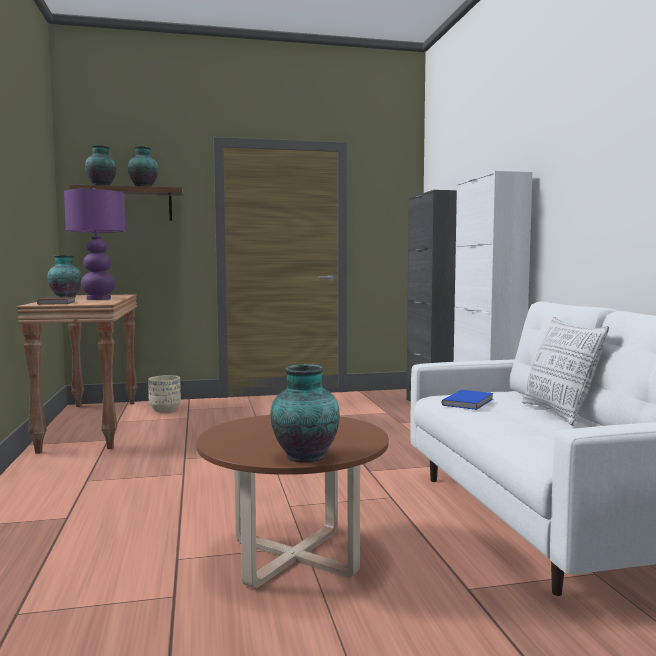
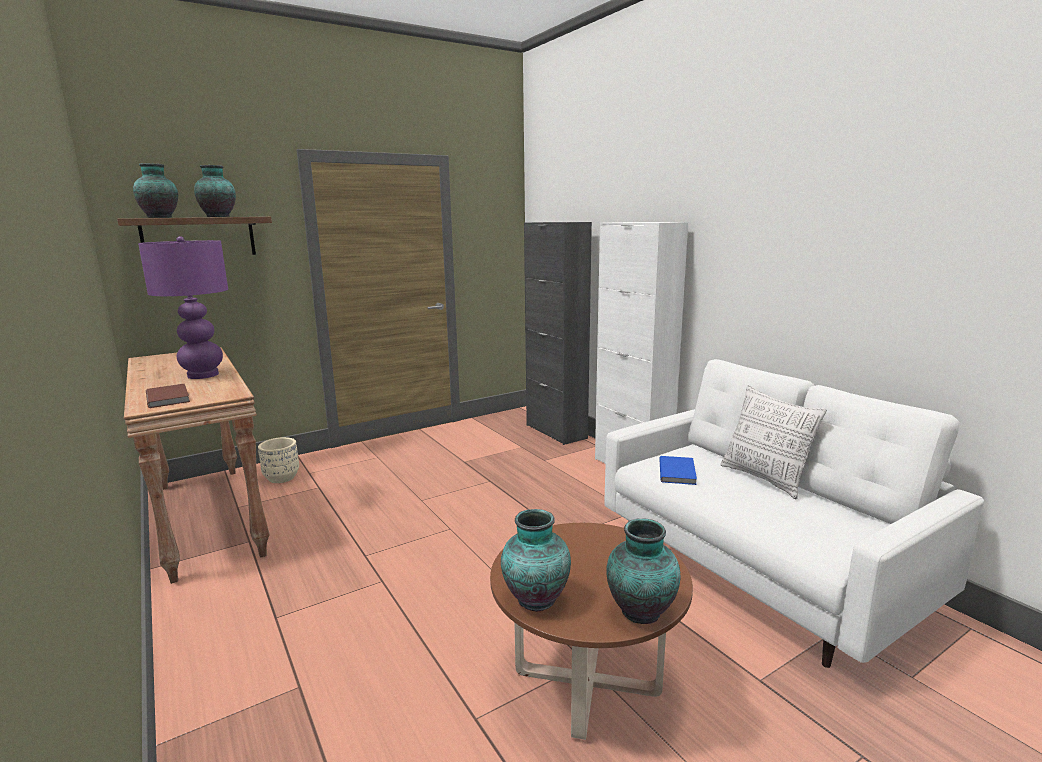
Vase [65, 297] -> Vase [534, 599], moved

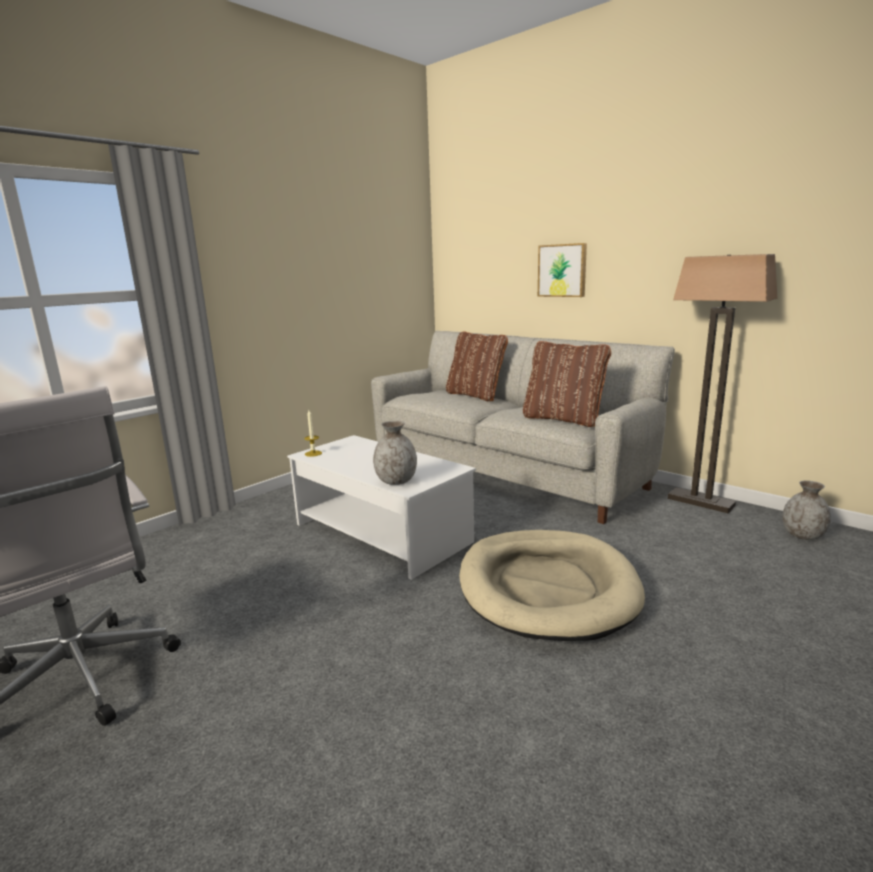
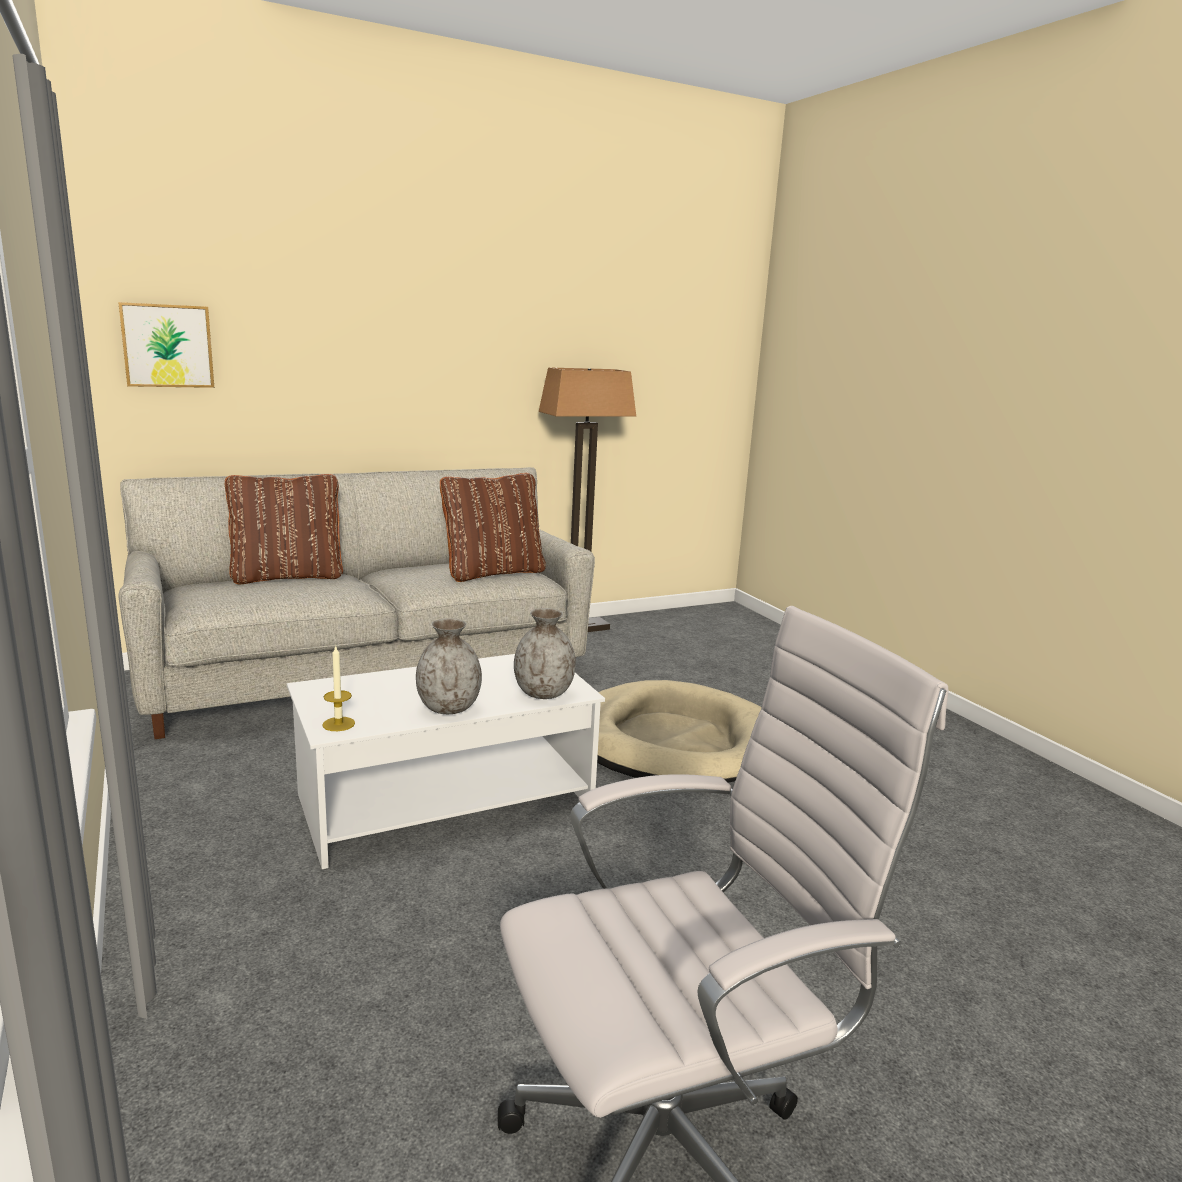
Bild [562, 270] -> Bild [167, 345], moved
Vase (grau) [802, 535] -> Vase (grau) [448, 708], moved

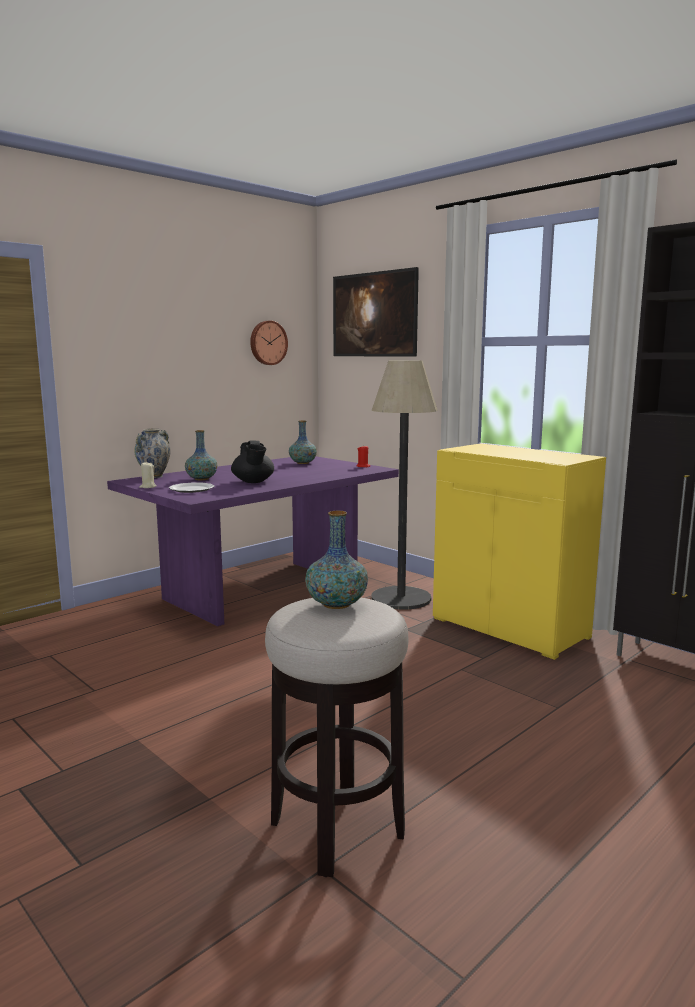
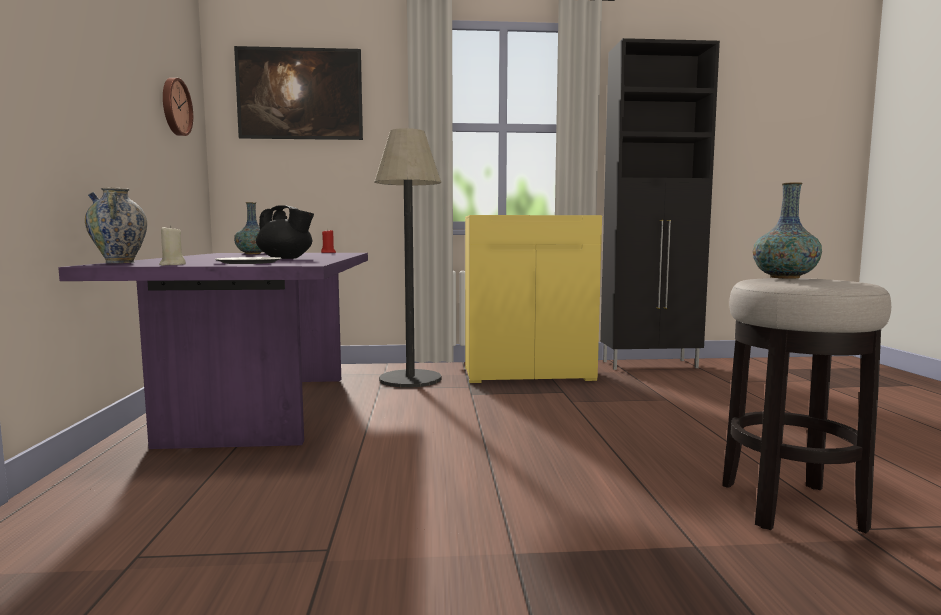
Vase [201, 479] -> none

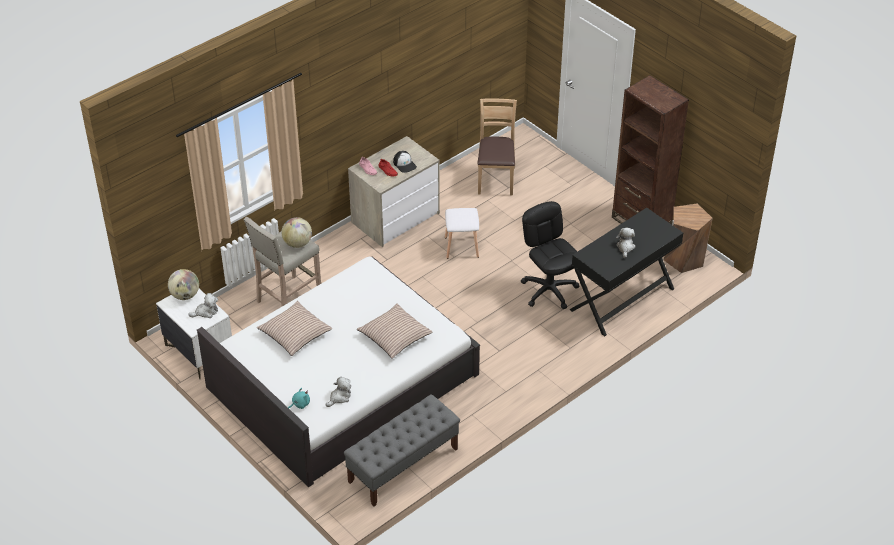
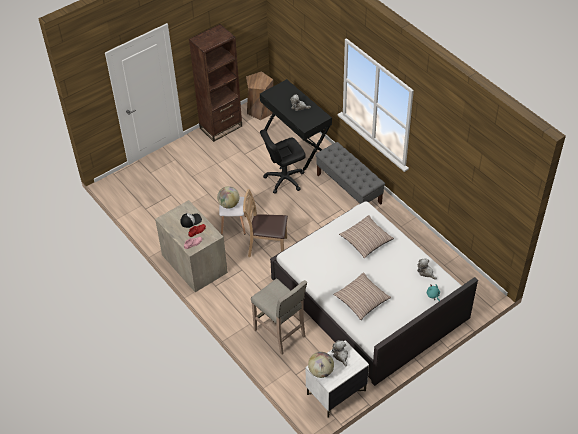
Stuhl (braun) [495, 179] -> Stuhl (braun) [267, 246], moved
Globus [297, 243] -> Globus [229, 204], moved
Bank (grau) [403, 465] -> Bank (grau) [349, 189], moved

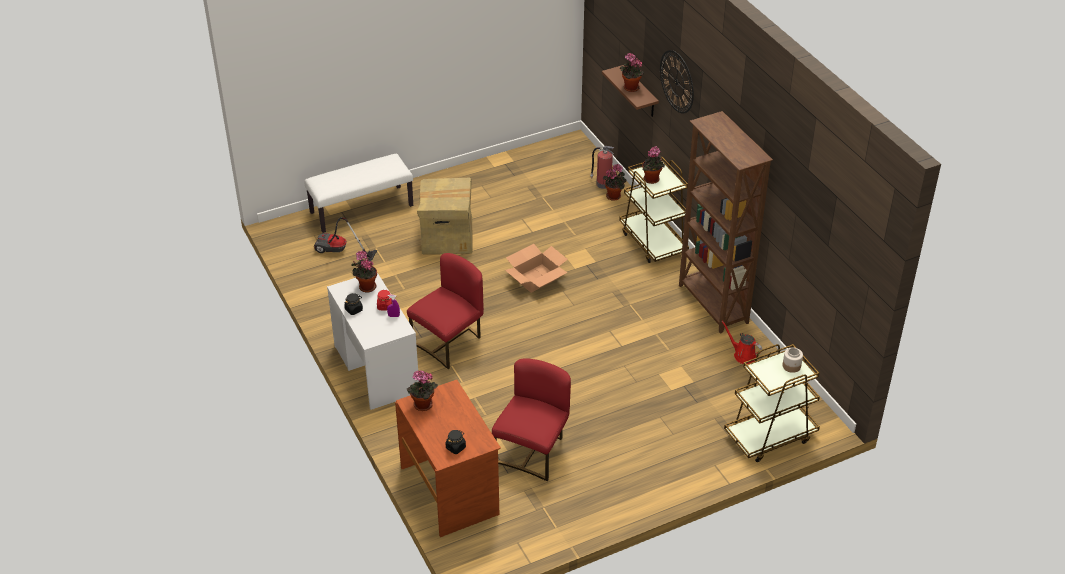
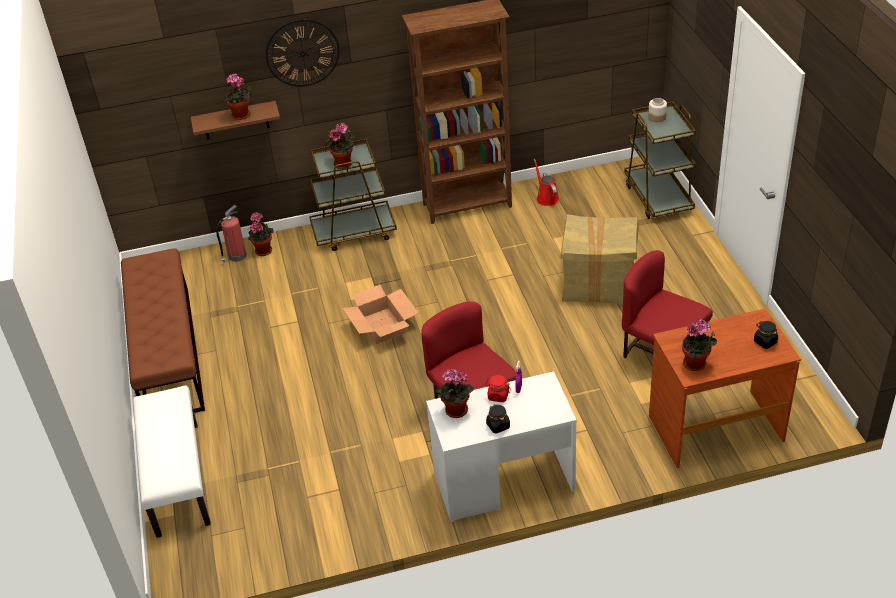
Karton [446, 236] -> Karton [598, 284], moved
Staubsauger [339, 252] -> none
Gießkanne (rot) [742, 355] -> Gießkanne (rot) [546, 197], 105 degrees clockwise
none -> Bank (braun) [168, 353]

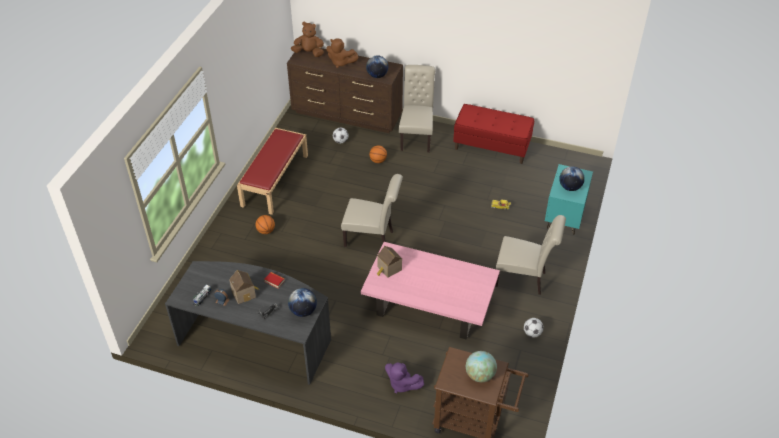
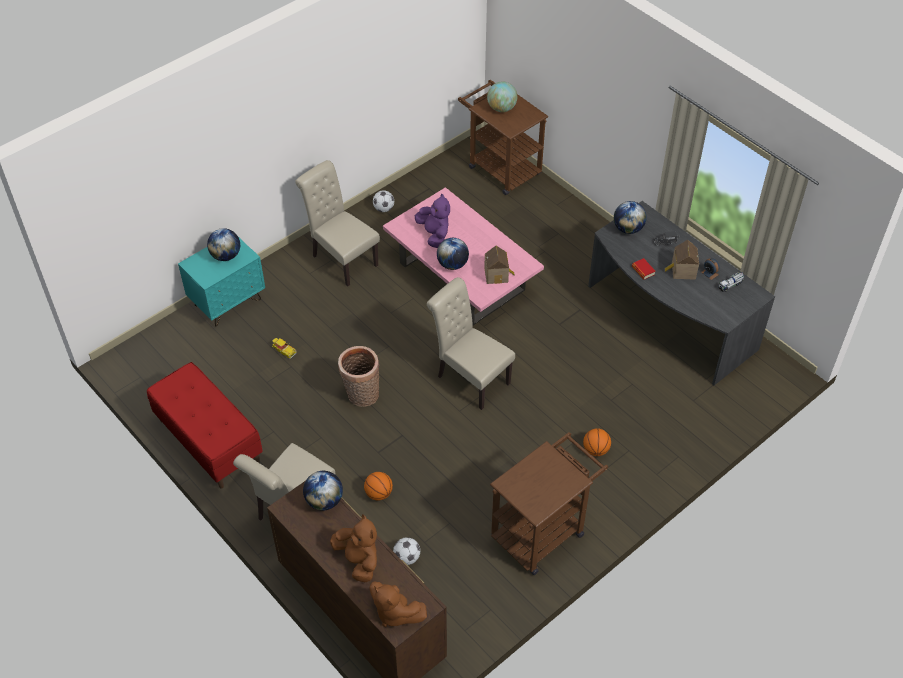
Bank (rot) [275, 180] -> Rollwagen (braun) [543, 530]
Plüschtier (lila) [401, 384] -> Plüschtier (lila) [434, 234], moved
none -> Globus [452, 264]
none -> Korb [361, 395]

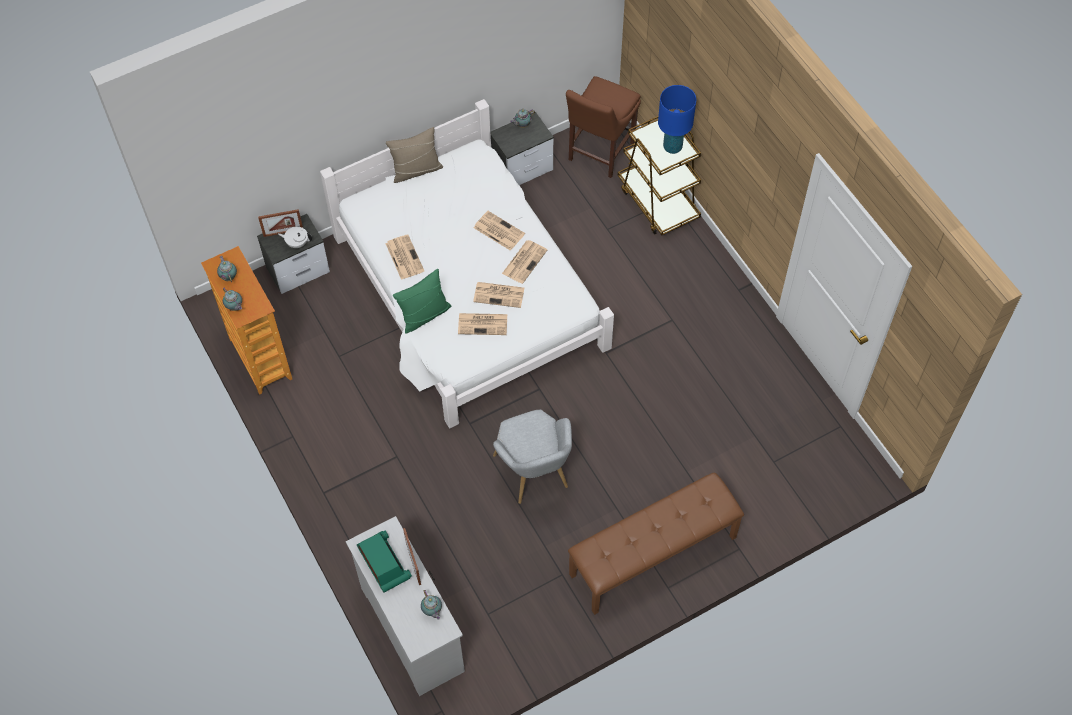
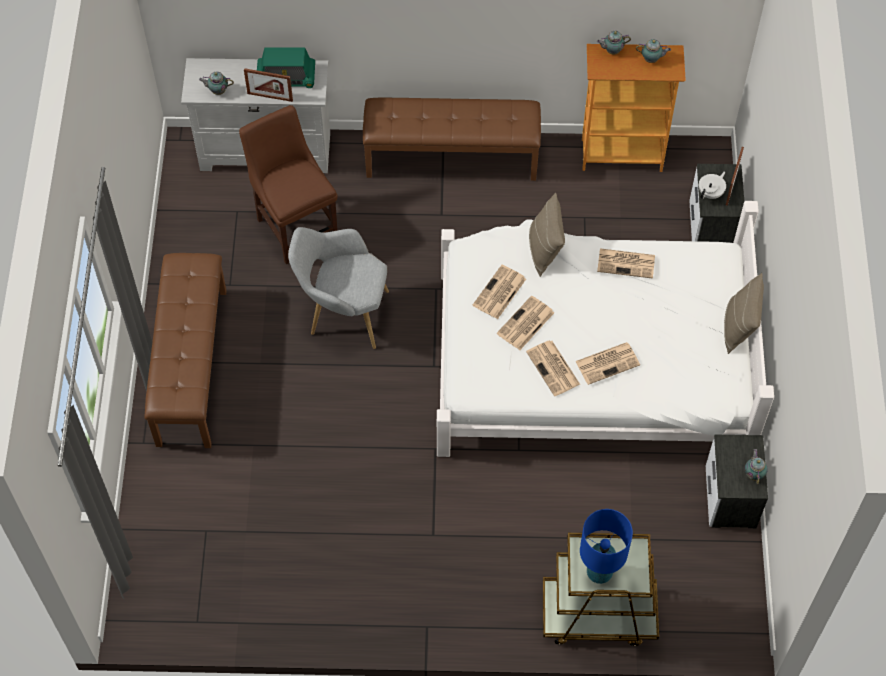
Stuhl (braun) [599, 153] -> Stuhl (braun) [295, 226], moved
Kissen (grün) [424, 315] -> Kissen (beige) [544, 250]
none -> Bank (braun) [452, 157]

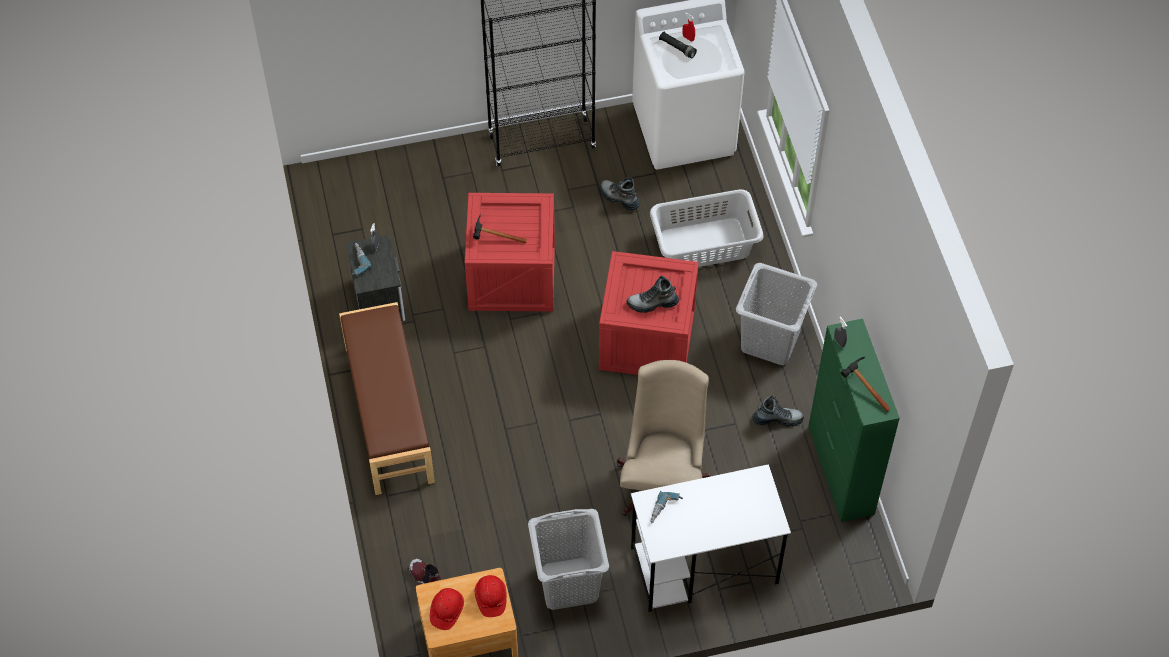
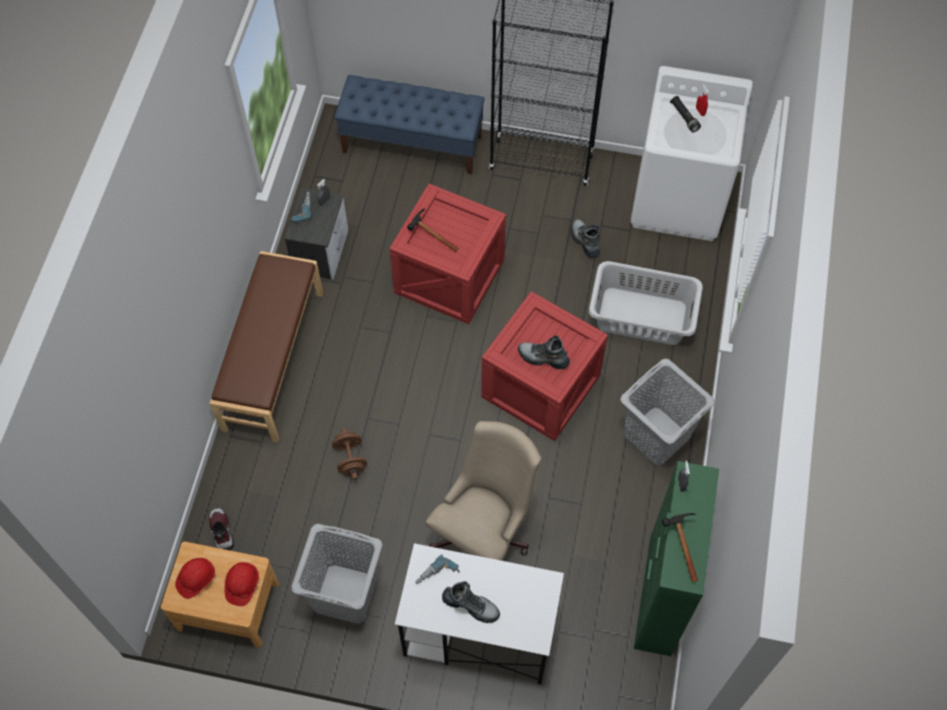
Stiefel [777, 419] -> Stiefel [471, 606], moved
none -> Bank (blau) [412, 144]
none -> Hantel (braun) [350, 459]

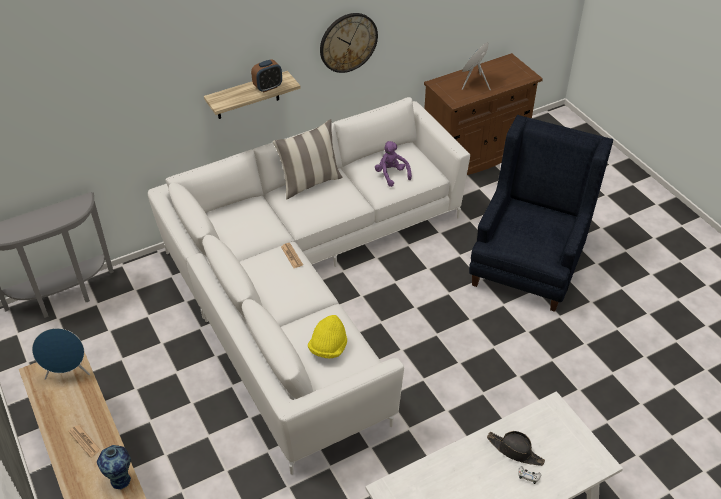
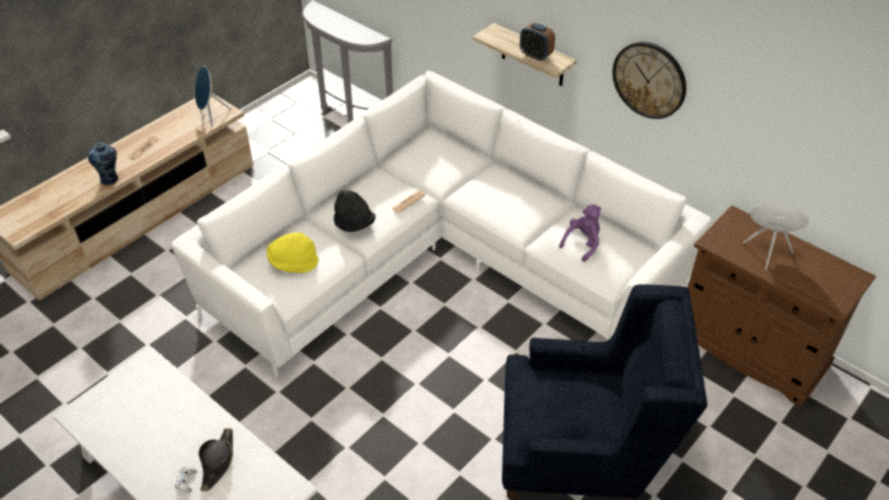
Kissen [310, 183] -> none
none -> Hut (schwarz) [354, 224]

